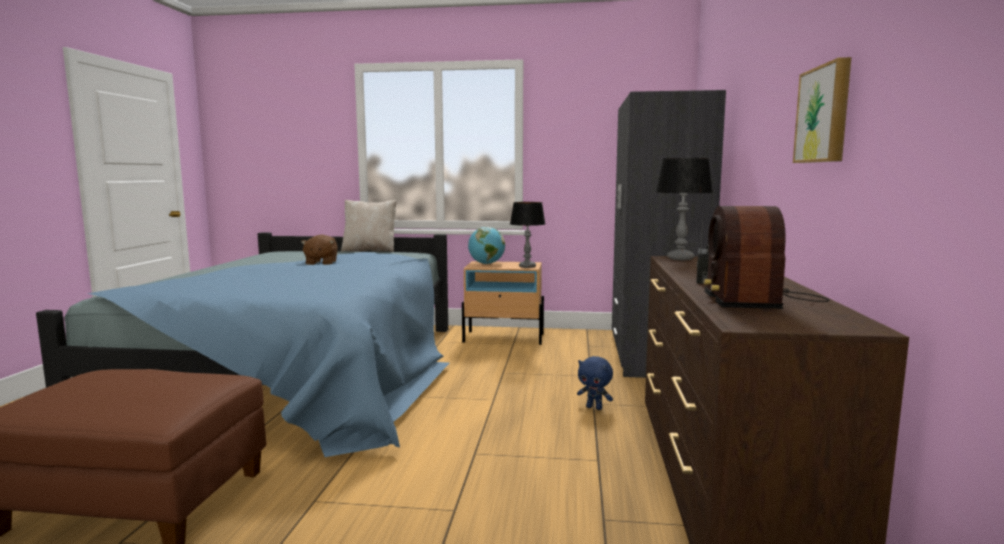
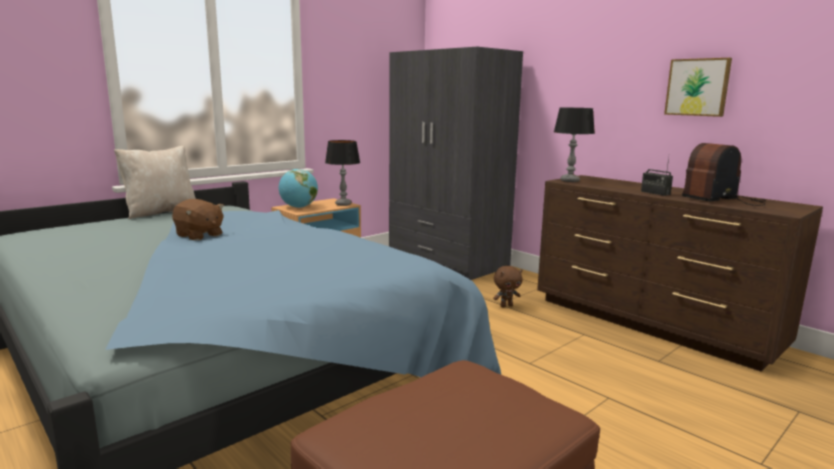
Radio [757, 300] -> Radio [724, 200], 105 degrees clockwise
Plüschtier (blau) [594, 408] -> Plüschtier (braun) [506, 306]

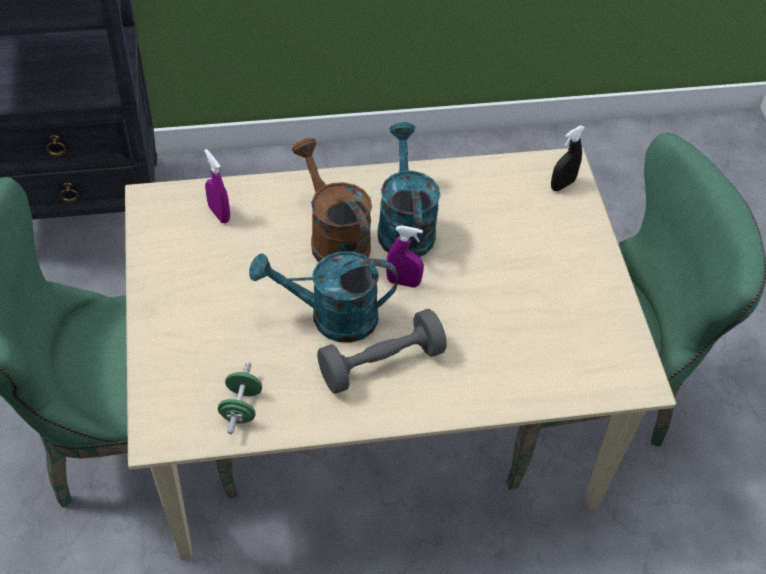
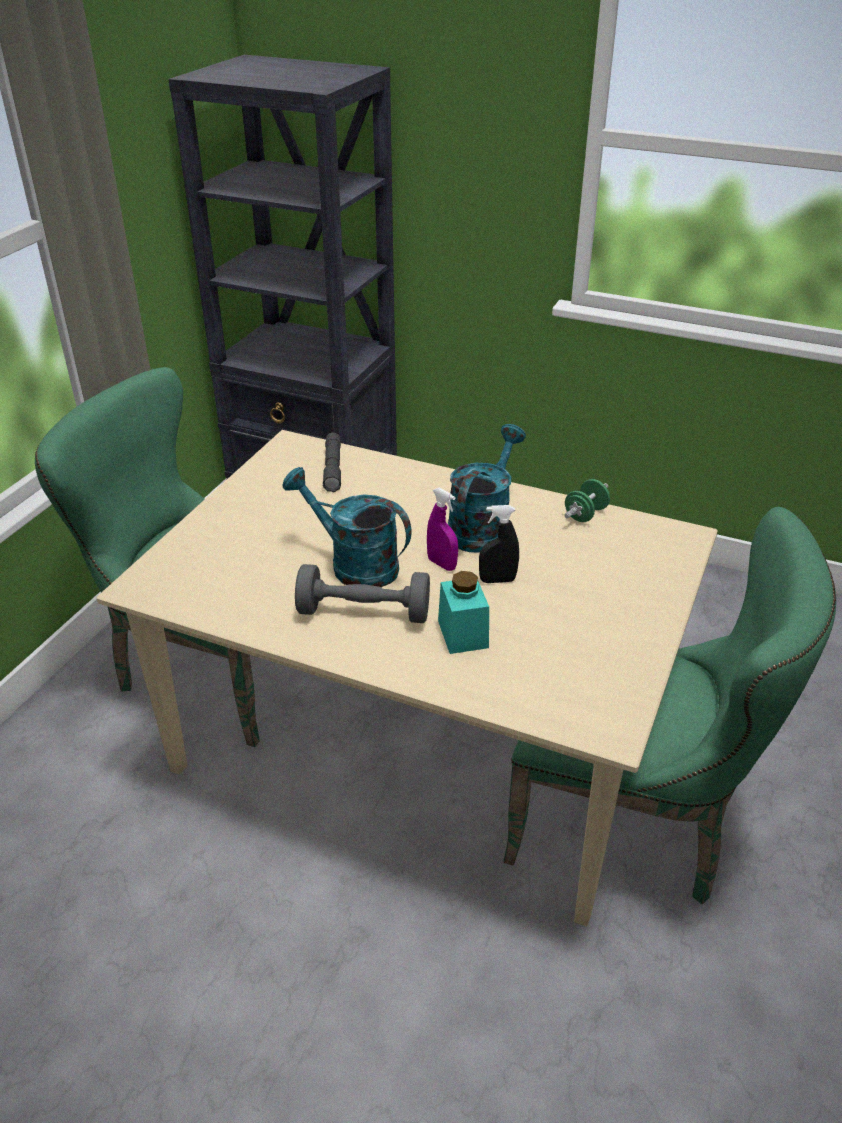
Sprühflasche (schwarz) [562, 184] -> Sprühflasche (schwarz) [497, 580], moved
Gießkanne (braun) [334, 238] -> none
Sprühflasche (lila) [219, 214] -> Taschenlampe (grau) [333, 468]
Hantel (grün) [241, 407] -> Hantel (grün) [585, 514], moved
none -> Vorratsglas (türkis) [463, 634]

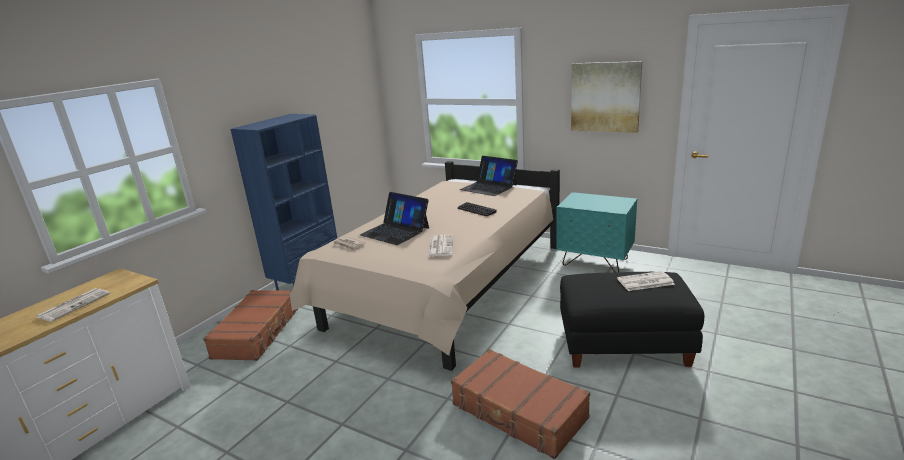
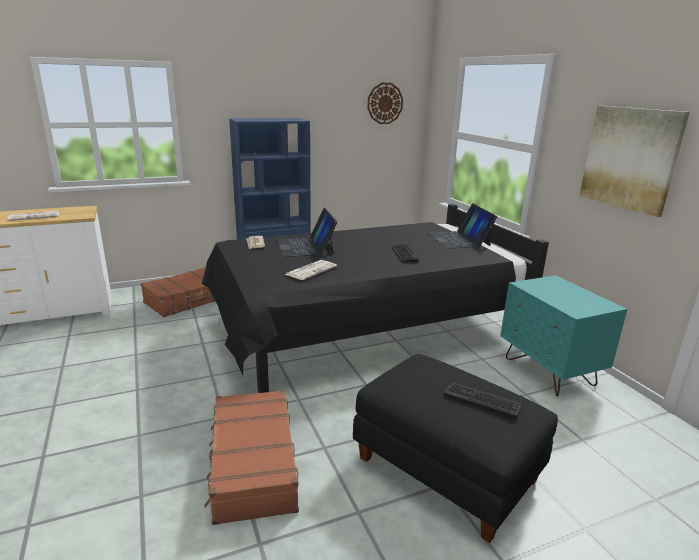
Bett (beige) [447, 288] -> Bett (schwarz) [363, 328]
Zeitung [644, 282] -> Tastatur [482, 400]
none -> Wanduhr [385, 103]

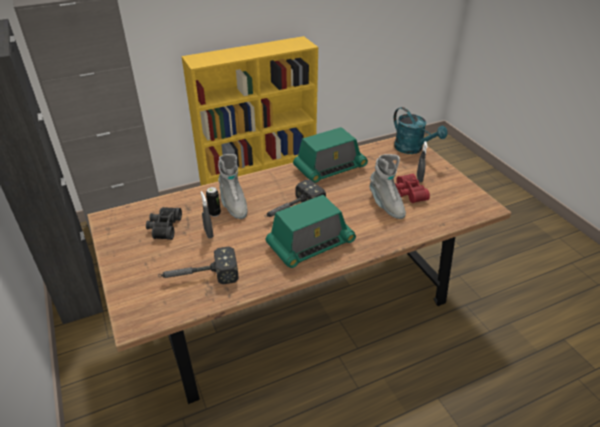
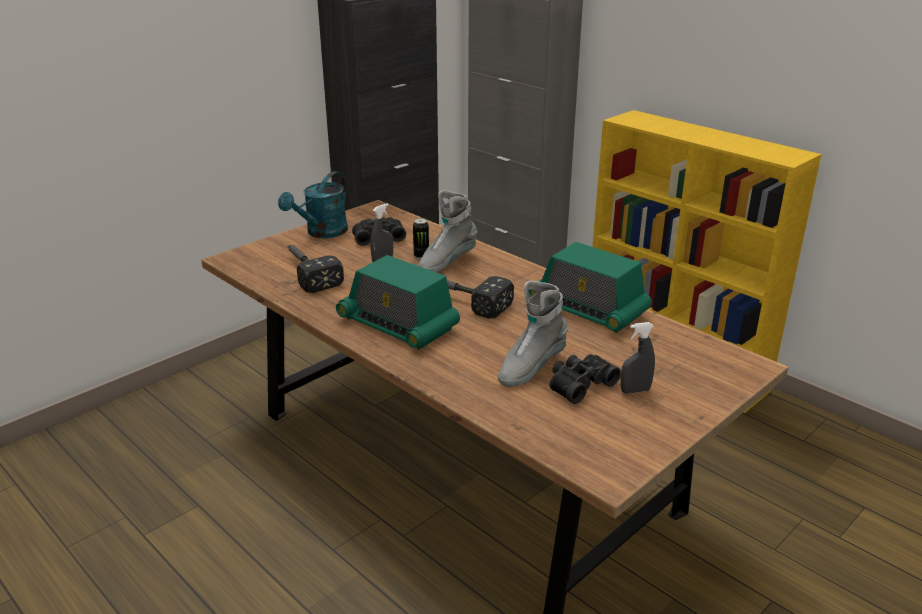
Gießkanne (türkis) [412, 149] -> Gießkanne (türkis) [322, 233], moved
Fernglas (rot) [408, 193] -> Fernglas (schwarz) [579, 384]

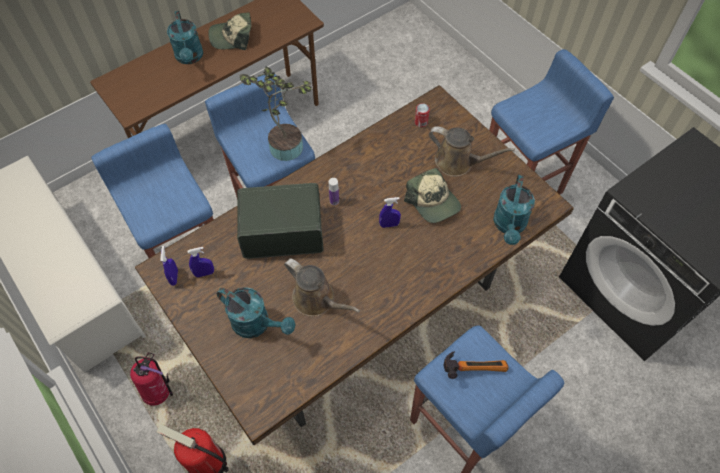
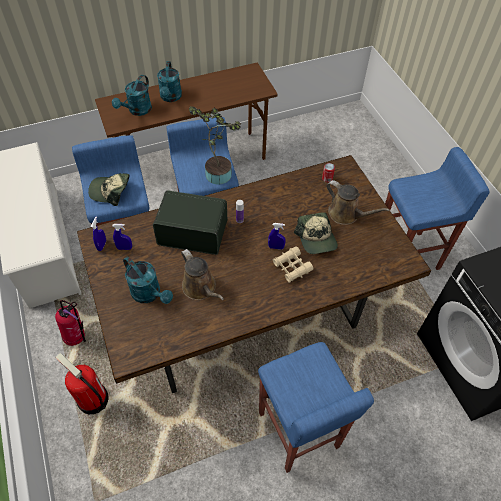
Kappe [232, 37] -> Kappe [110, 191], moved
Gießkanne (türkis) [509, 226] -> Gießkanne (türkis) [137, 111], moved
Hammer [473, 366] -> none
none -> Fernglas (beige) [292, 267]

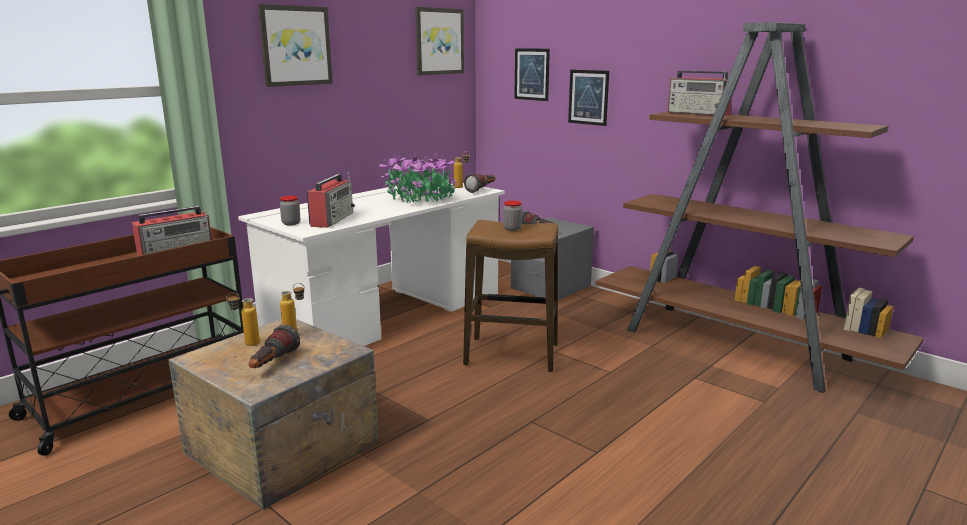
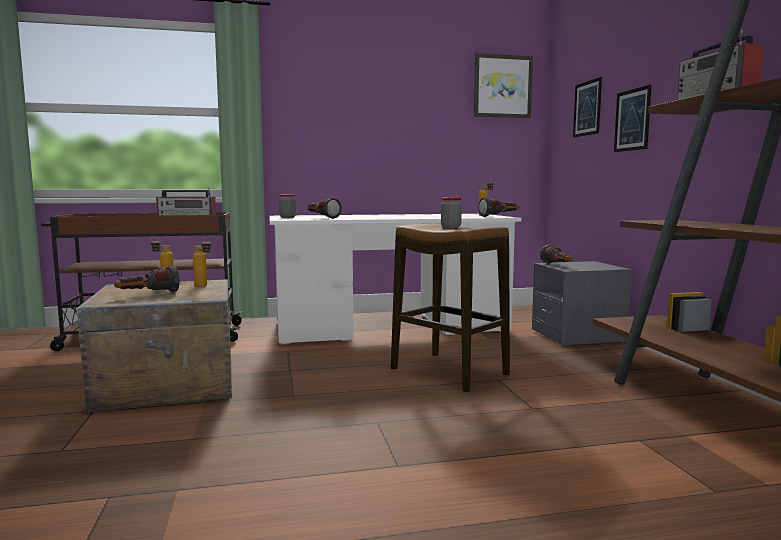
Bild [295, 46] -> none
Topfpflanze [420, 200] -> none
Radio [332, 219] -> Taschenlampe [321, 218]

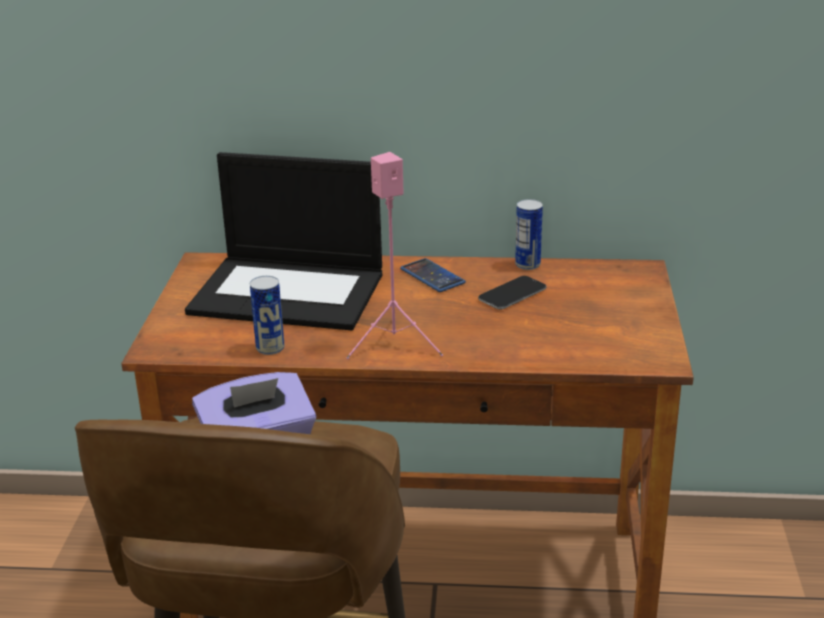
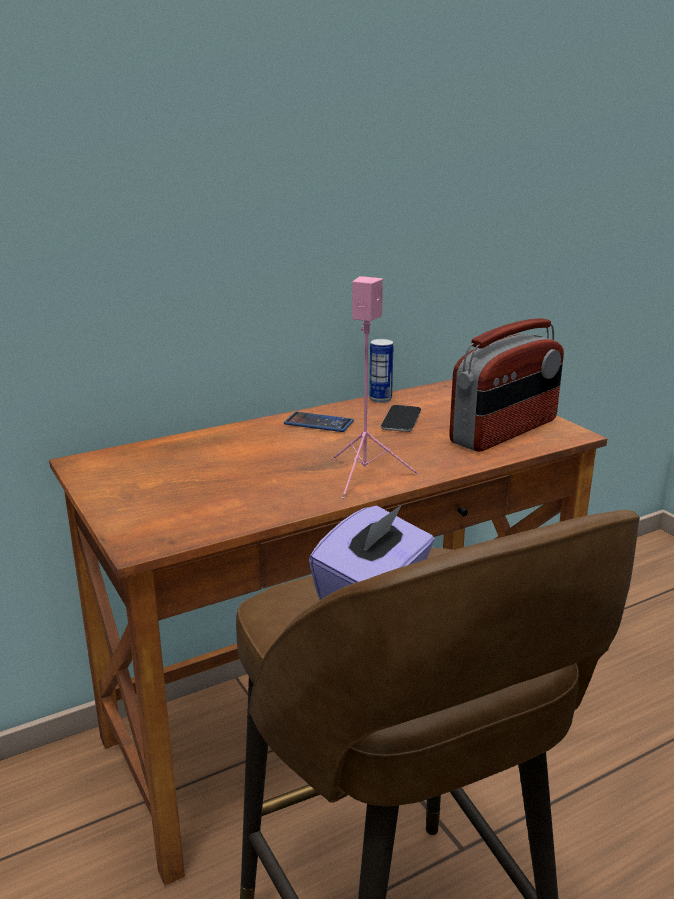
Laptop [290, 292] -> none
Dose [270, 348] -> none
none -> Radio [505, 432]

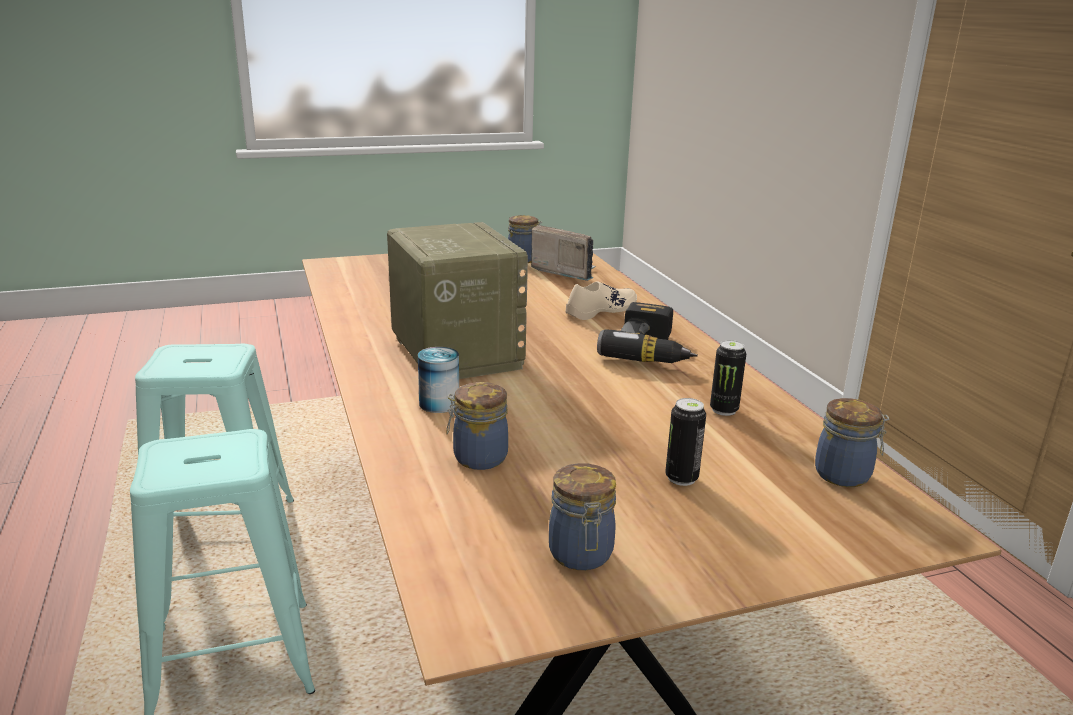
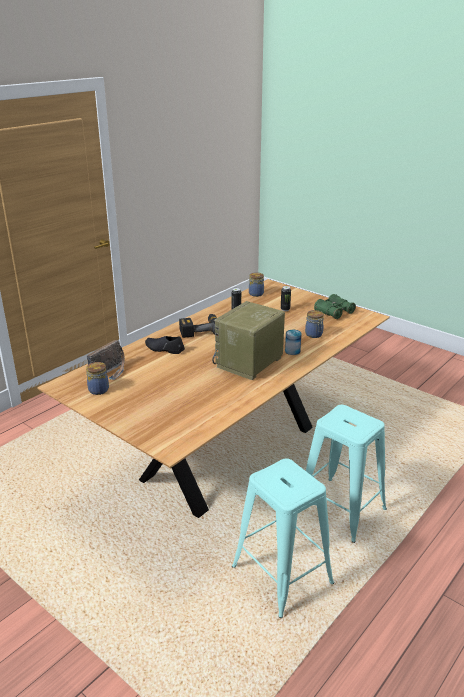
Radio [564, 271] -> Radio [111, 372], 150 degrees counterclockwise
Schuh (beige) [601, 310] -> Schuh (schwarz) [164, 349]
Vorratsglas [581, 555] -> Fernglas (grün) [334, 312]

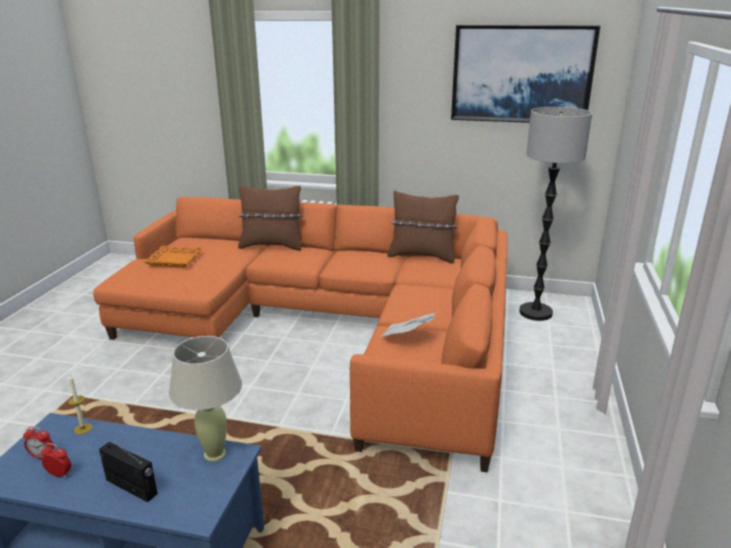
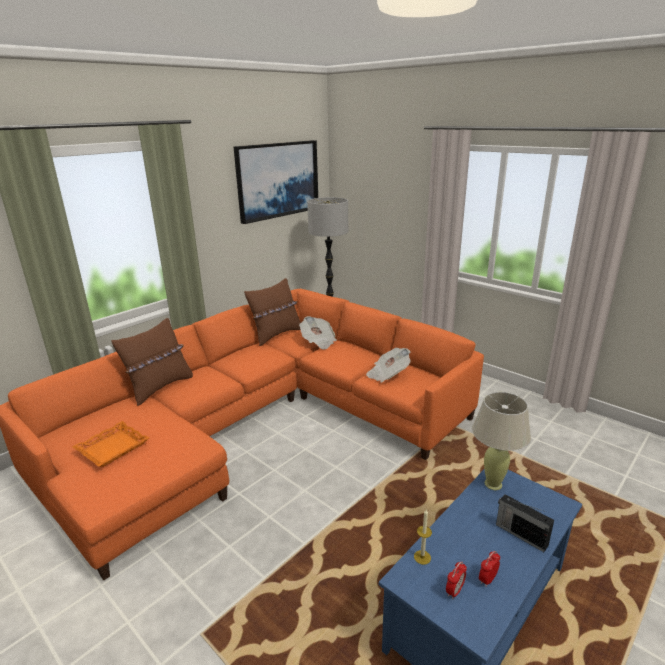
Radio [132, 487] -> Radio [520, 534], 105 degrees counterclockwise
none -> Zeitung [318, 341]

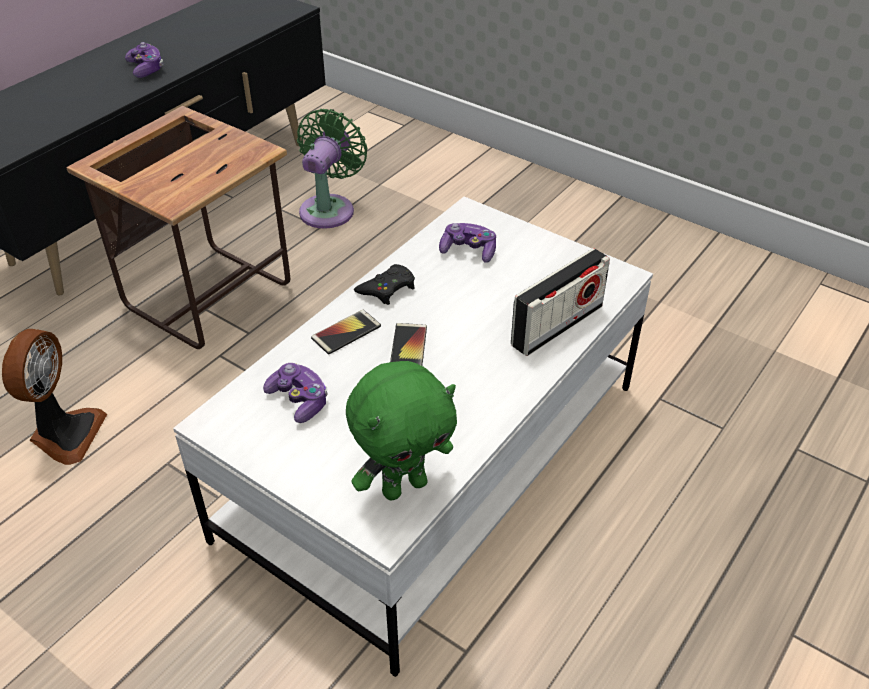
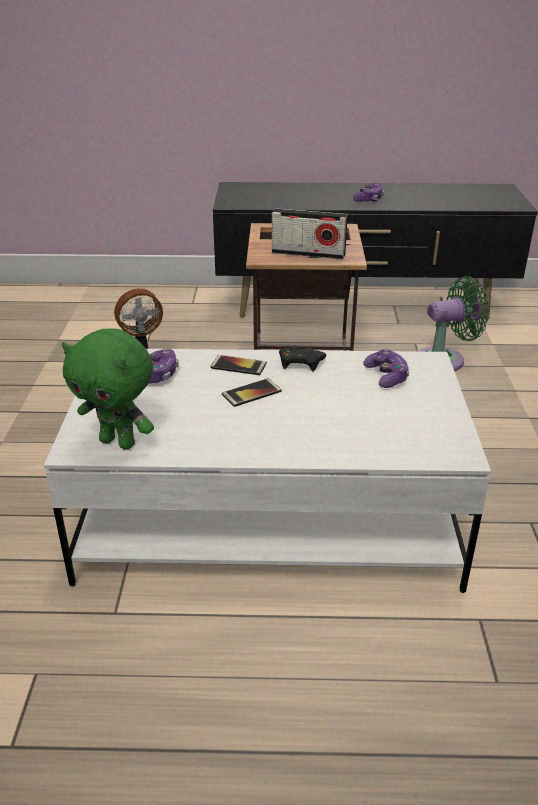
Radio [557, 325] -> Radio [308, 253], moved

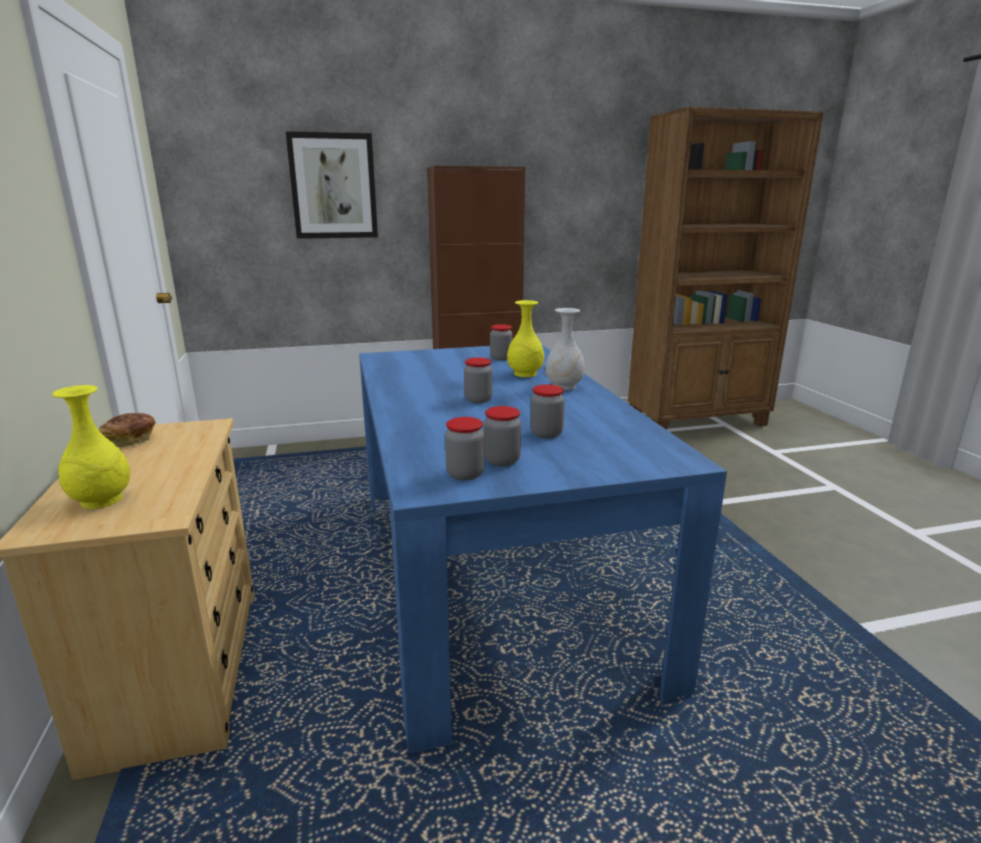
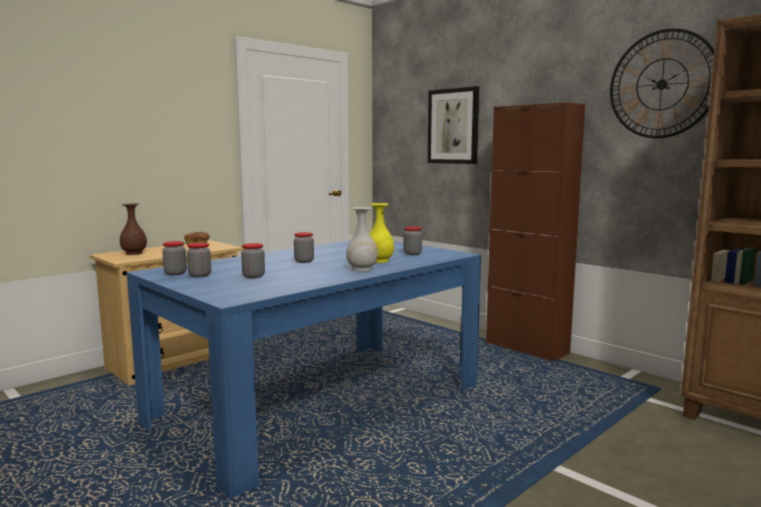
Vase (gelb) [101, 501] -> Vase (braun) [134, 253]
none -> Wanduhr [662, 84]

